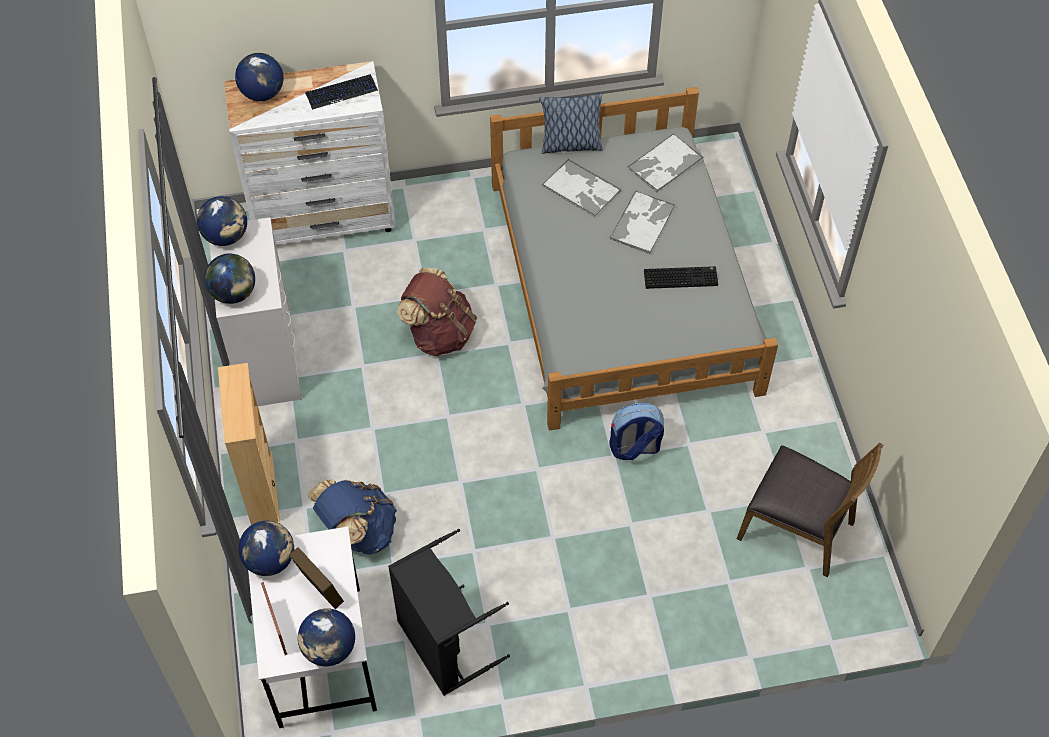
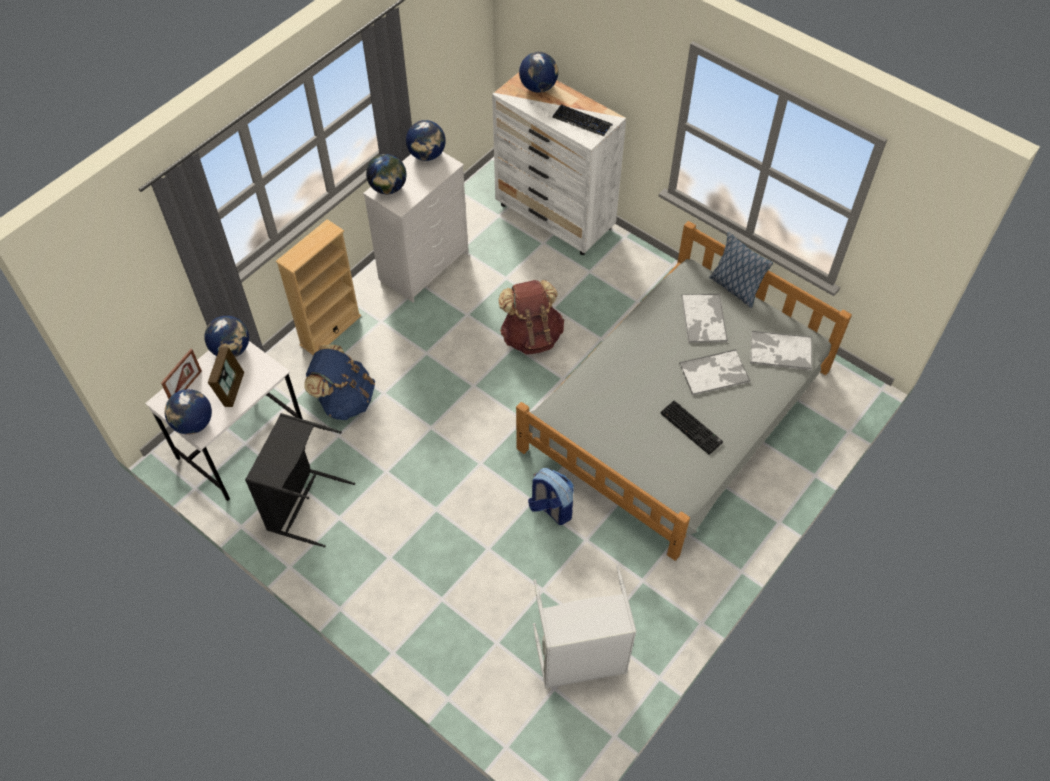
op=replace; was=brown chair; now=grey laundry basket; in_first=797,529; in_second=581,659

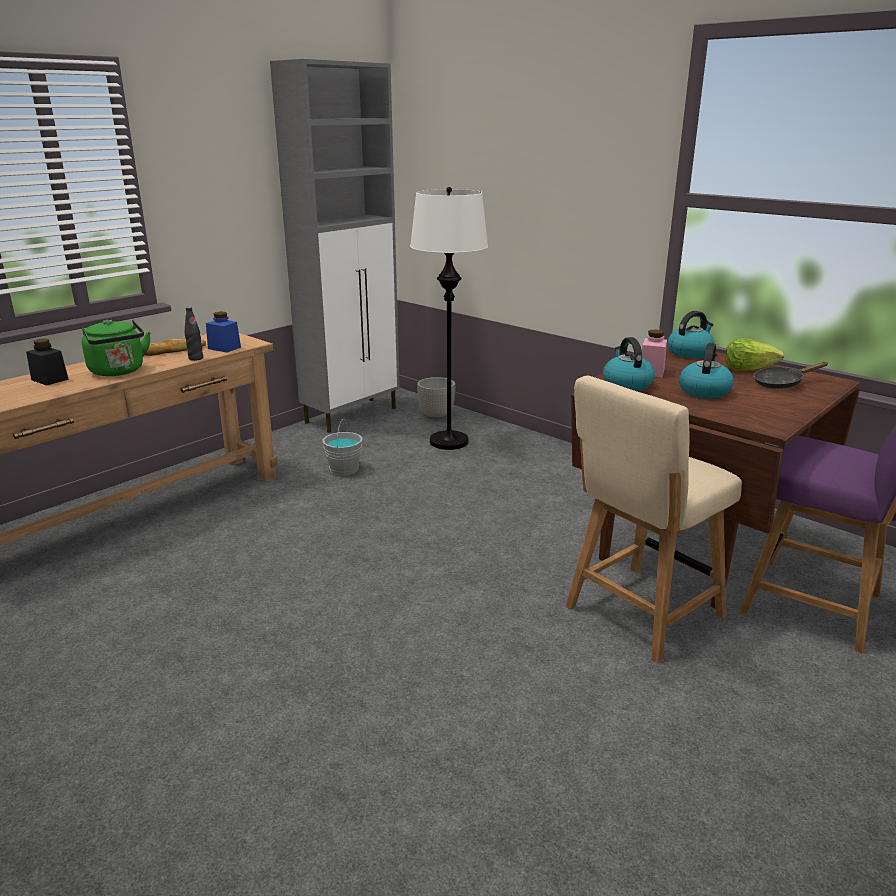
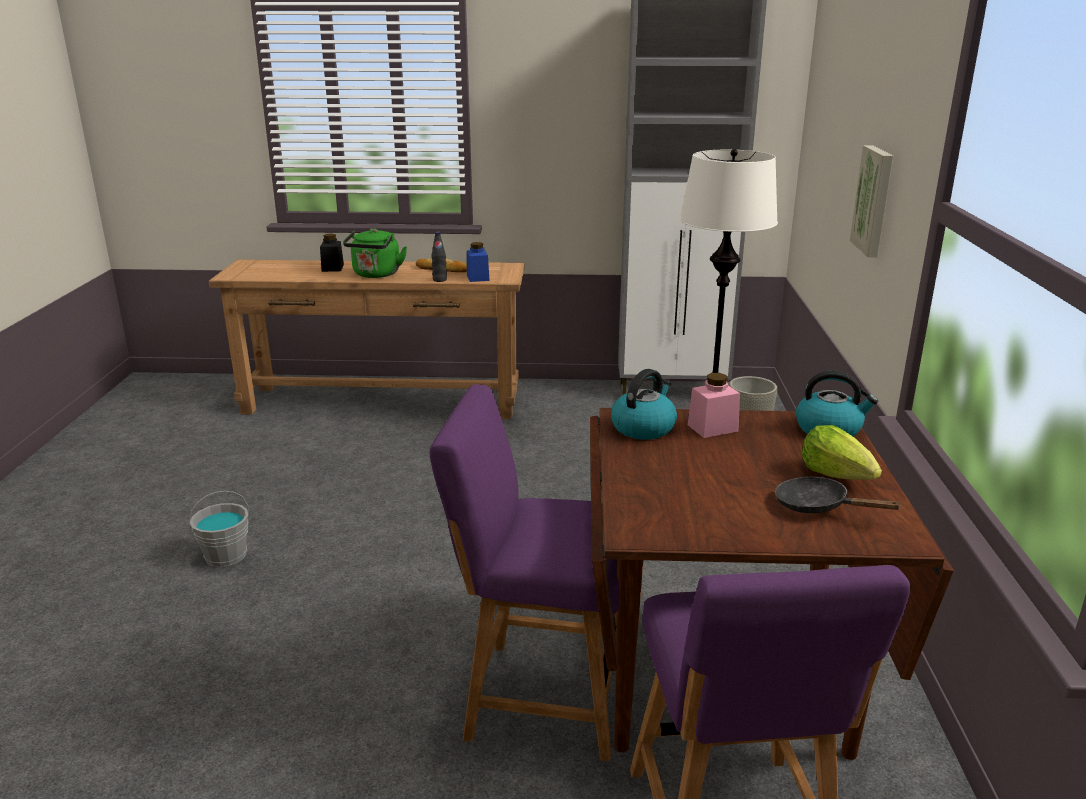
op=move; was=grey bucket; in_first=344,469; in_second=226,555
op=recolor; was=beige chair; now=purple chair; in_first=639,614; in_second=538,696
op=delete; was=kettle; in_first=704,391
op=insert; now=picture; in_second=875,200

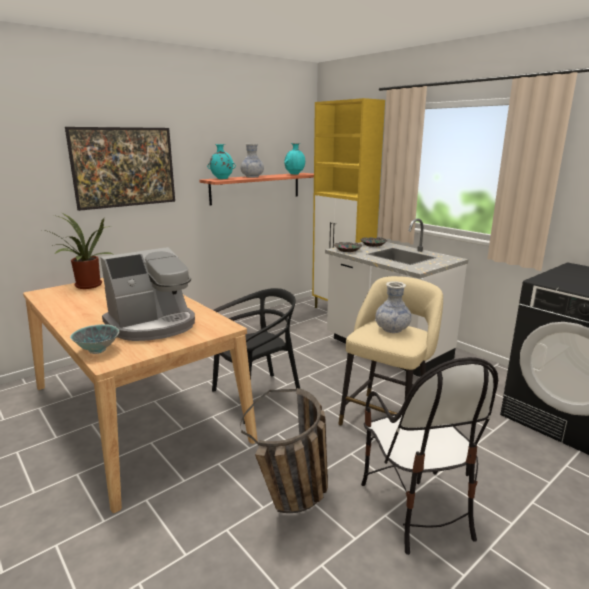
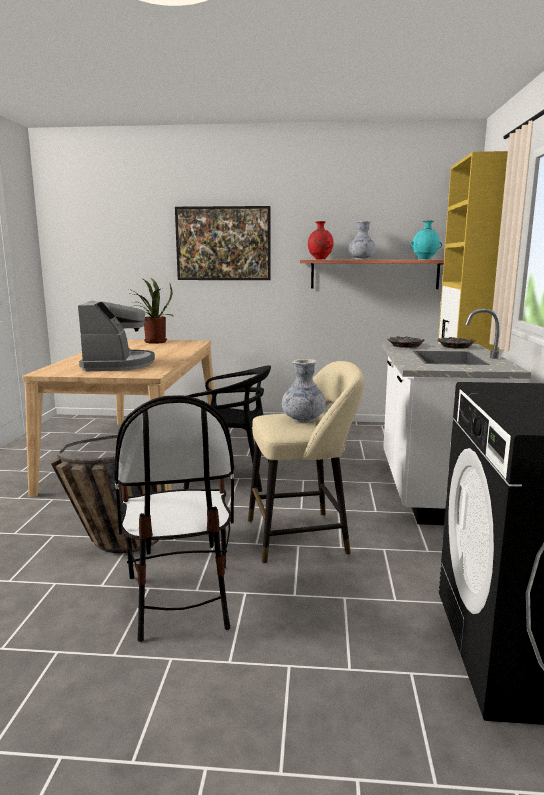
op=delete; was=bowl; in_first=97,350
op=rotate; was=coffee machine; in_first=153,325; in_second=118,364; clockwise=-105
op=recolor; was=turquoise vase; now=red vase; in_first=222,179; in_second=320,259
op=rotate; was=chair; in_first=416,508; in_second=180,599; clockwise=-45

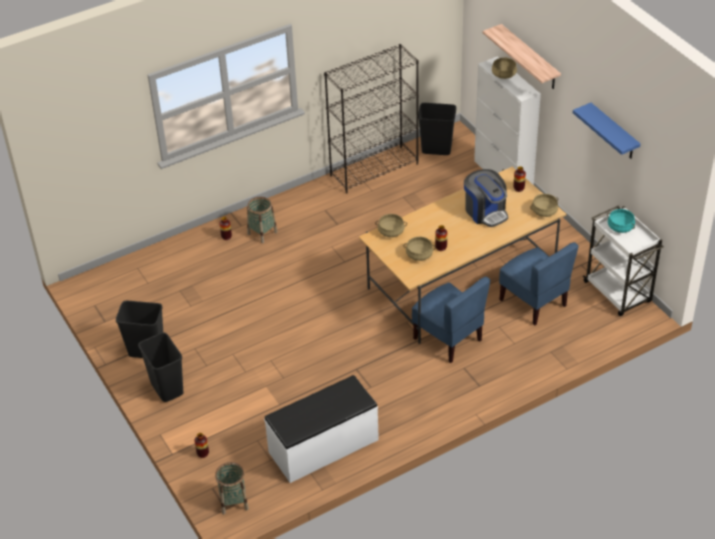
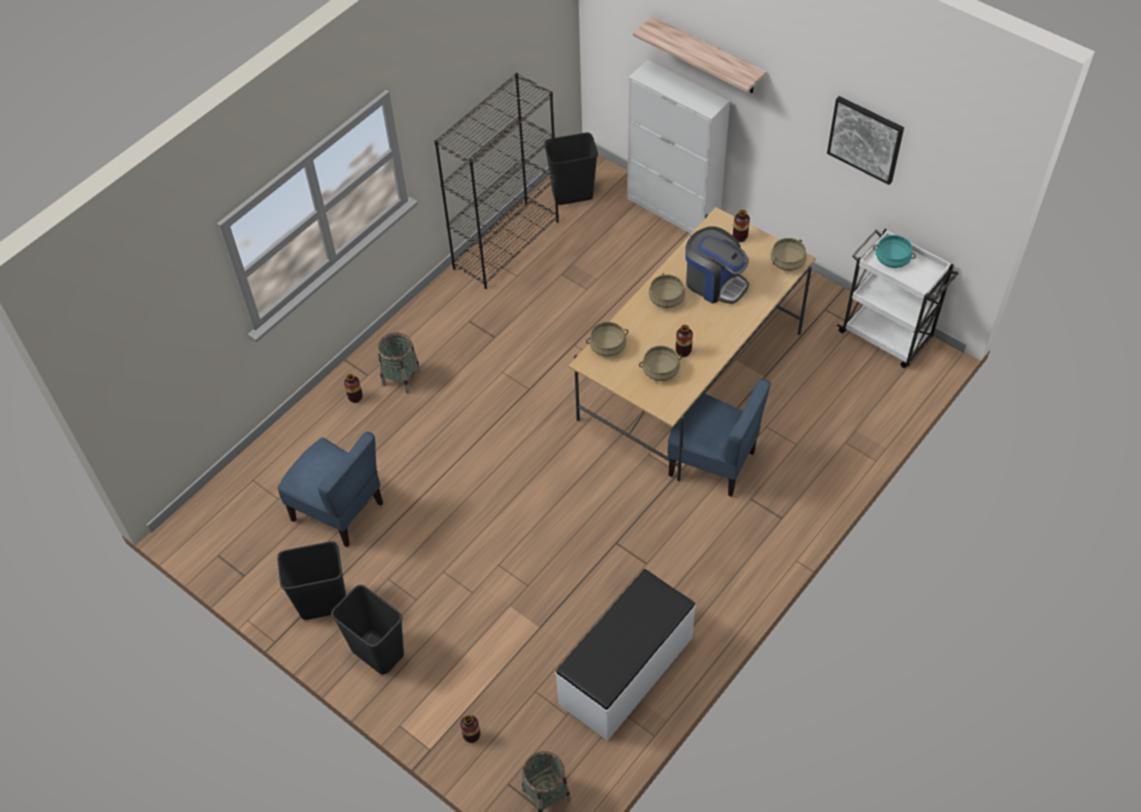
op=move; was=beige cooking pot; in_first=503,74; in_second=666,299
op=move; was=blue chair; in_first=534,302; in_second=339,510
op=replace; was=blue shelf; now=picture; in_first=614,132; in_second=865,139

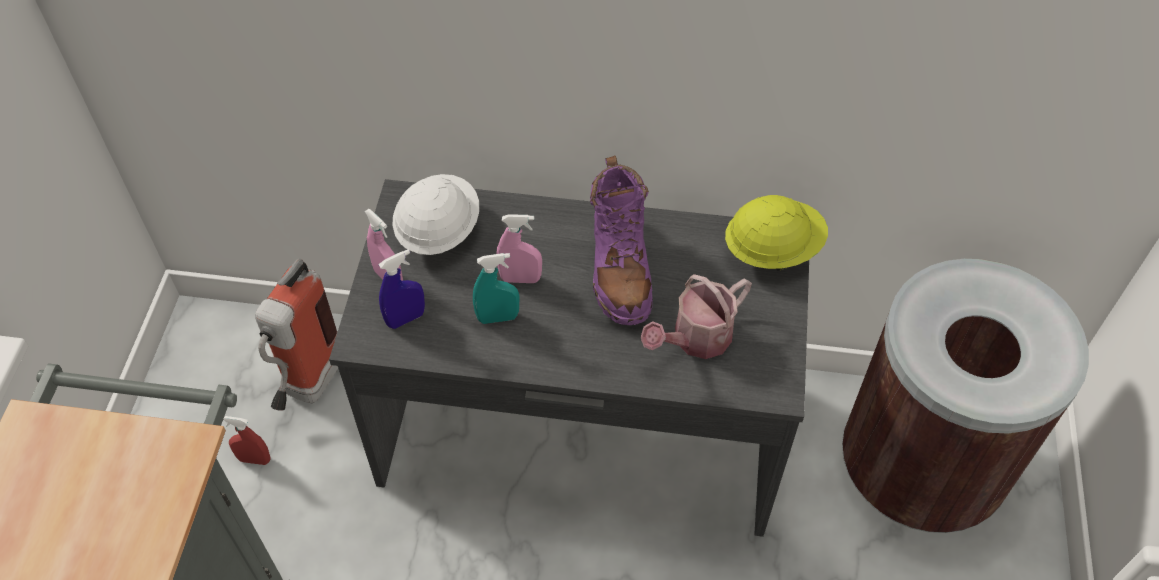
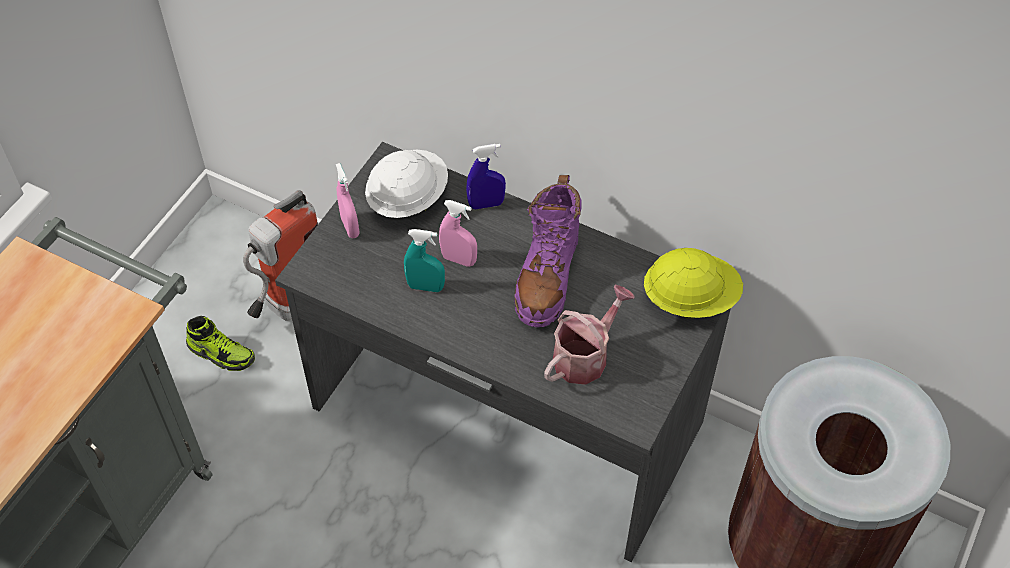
op=replace; was=red spray bottle; now=shoe; in_first=254,459; in_second=222,353
op=move; was=blue spray bottle; in_first=406,318; in_second=486,204
op=rotate; was=watering can; in_first=695,339; in_second=585,356; clockwise=150

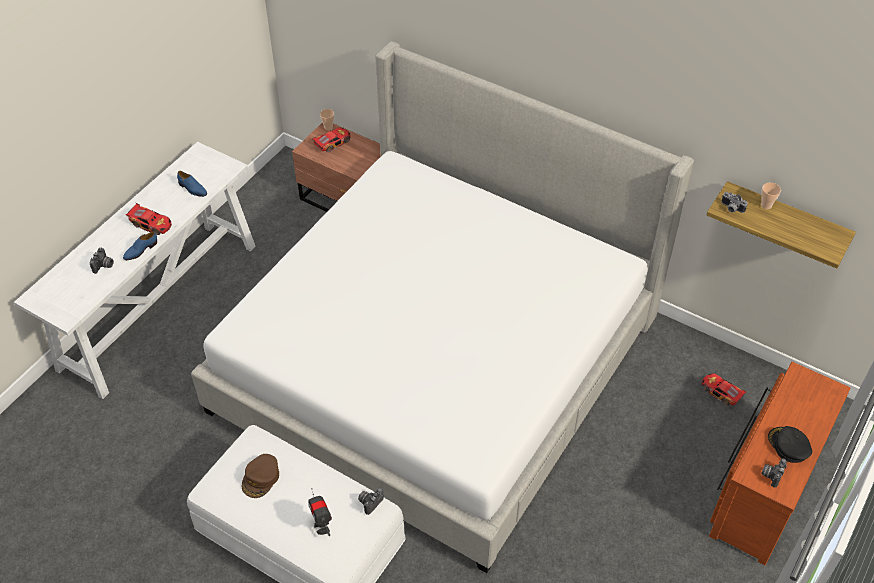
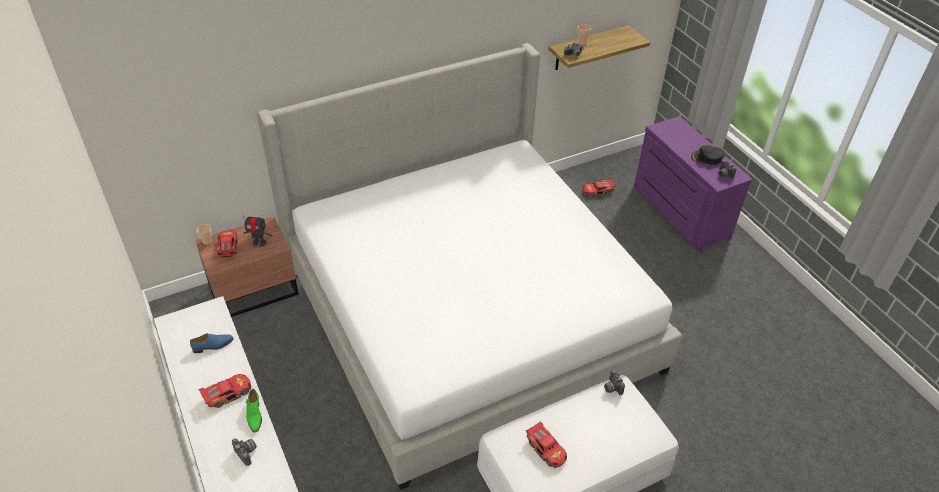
op=recolor; was=blue shoe; now=green shoe; in_first=140,250; in_second=254,415
op=replace; was=brown cap; now=toy car; in_first=261,478; in_second=546,449
op=move; was=toy robot; in_first=322,526; in_second=259,243
op=recolor; was=brown dresser; now=purple dresser; in_first=761,489; in_second=678,212

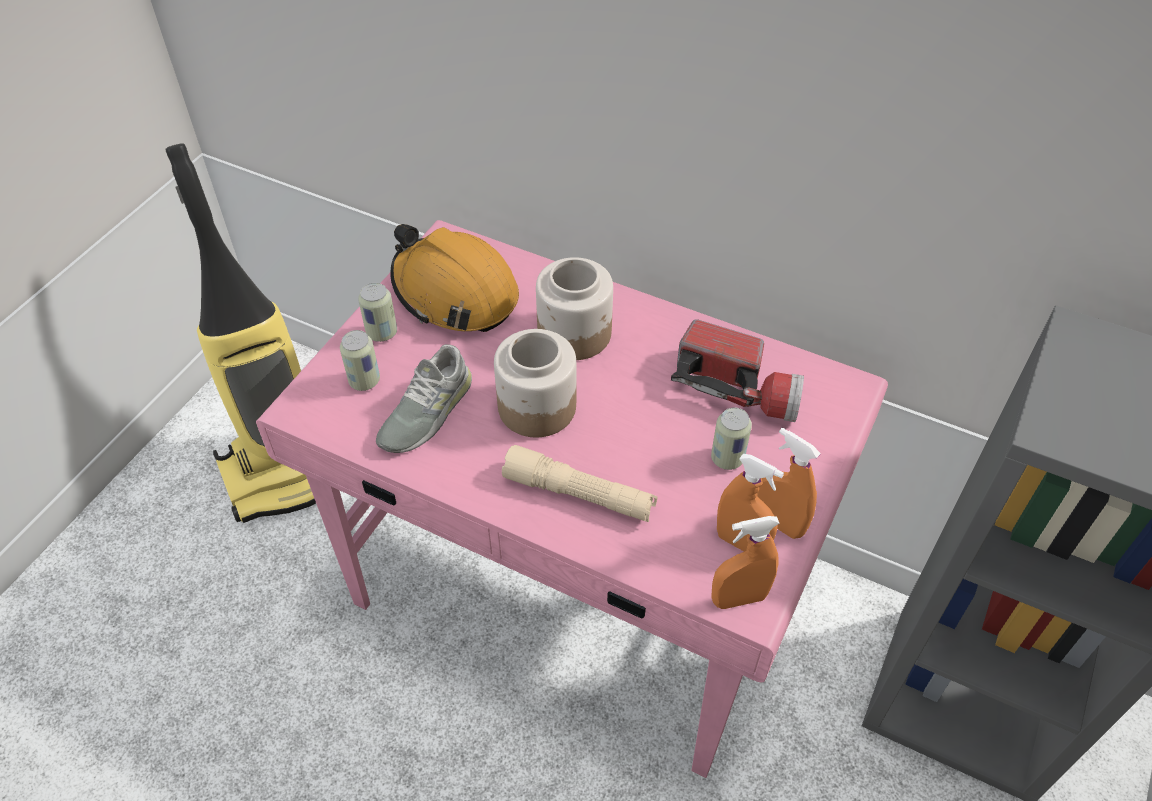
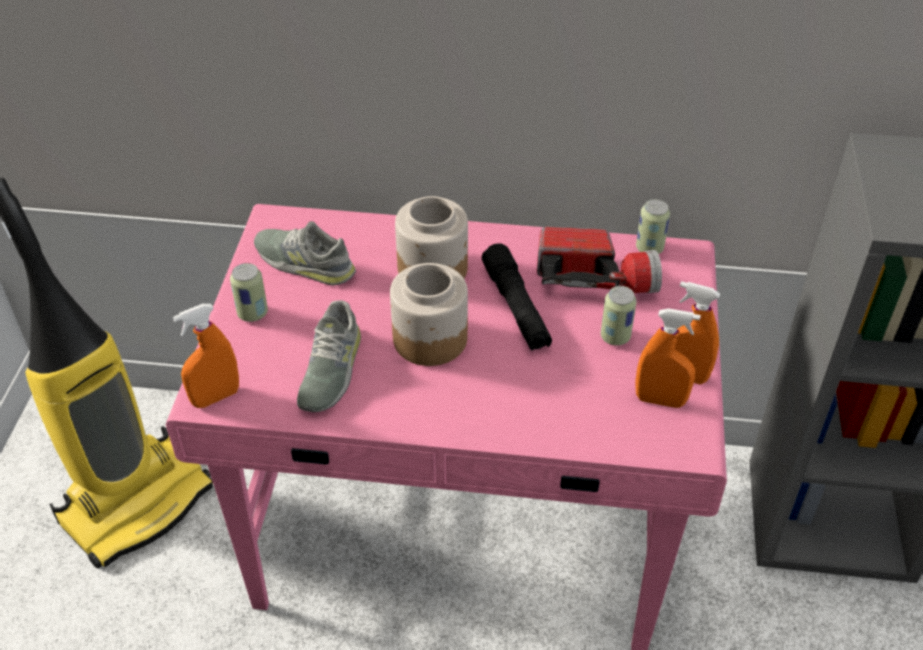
op=move; was=can; in_first=364,381; in_second=649,248
op=replace; was=orange hard hat; now=grey shoe; in_first=454,292; in_second=304,262
op=delete; was=beige flashlight; in_first=579,494
op=move; was=orange spray bottle; in_first=739,598; in_second=216,397
op=insert; now=black flashlight; in_second=516,308

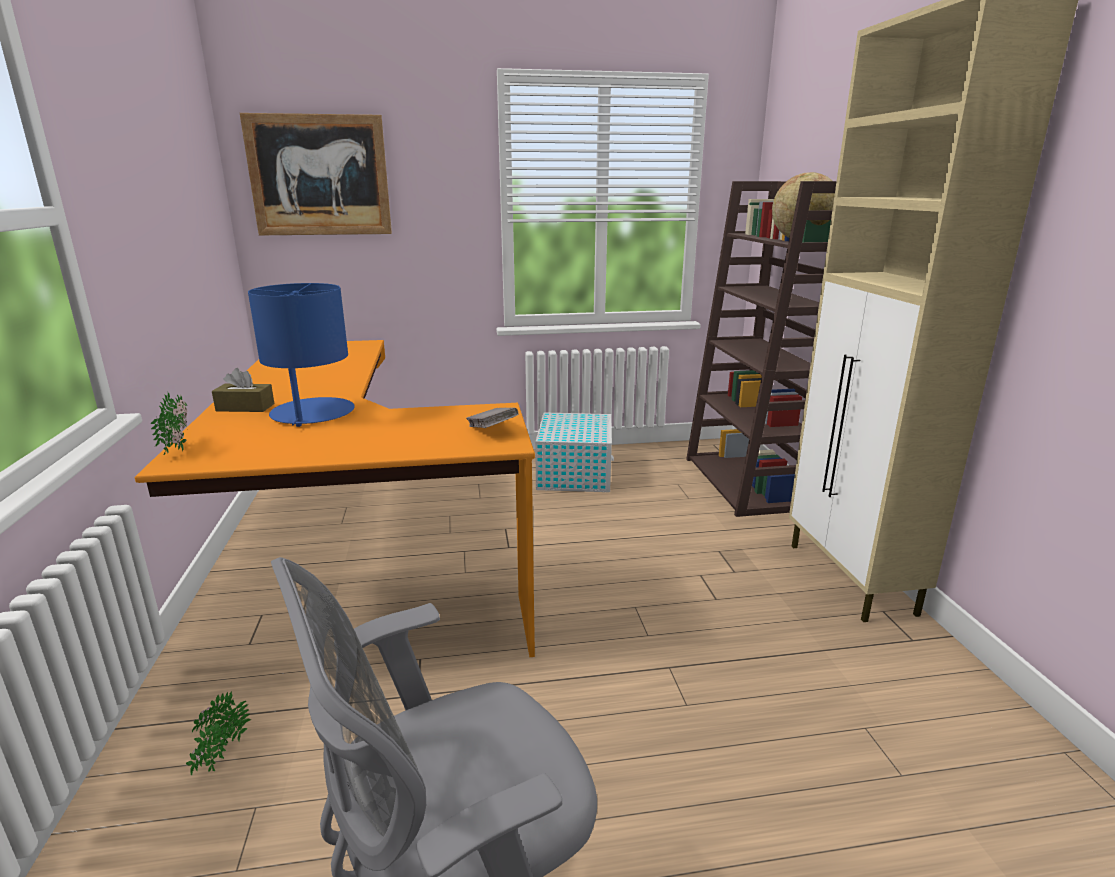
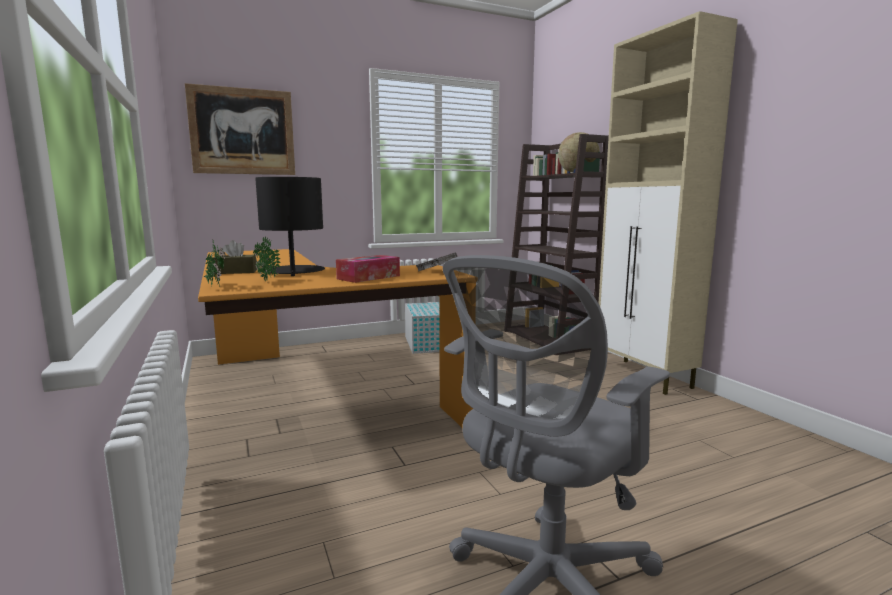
op=move; was=potted plant; in_first=220,757; in_second=266,282
op=recolor; was=blue table lamp; now=black table lamp; in_first=312,413; in_second=294,272
op=insert; now=tissue box; in_second=368,277

